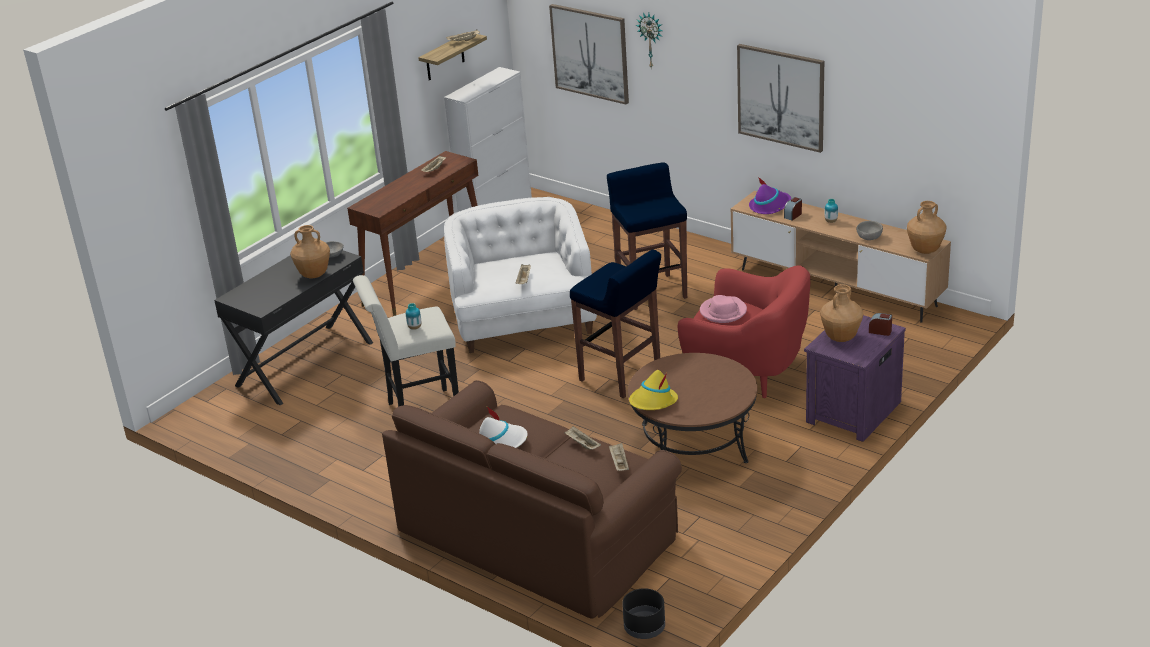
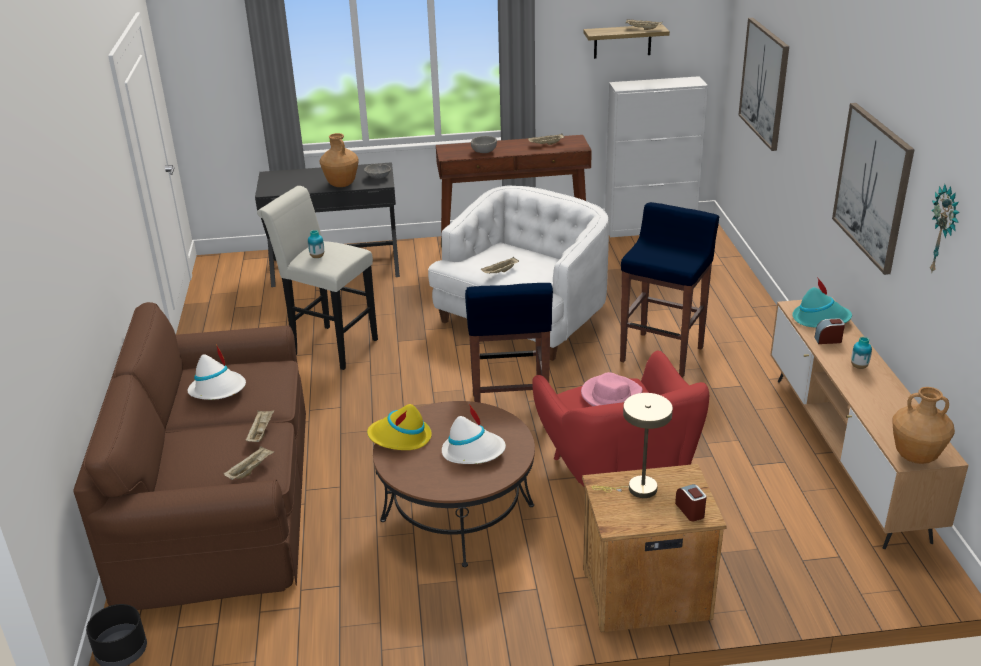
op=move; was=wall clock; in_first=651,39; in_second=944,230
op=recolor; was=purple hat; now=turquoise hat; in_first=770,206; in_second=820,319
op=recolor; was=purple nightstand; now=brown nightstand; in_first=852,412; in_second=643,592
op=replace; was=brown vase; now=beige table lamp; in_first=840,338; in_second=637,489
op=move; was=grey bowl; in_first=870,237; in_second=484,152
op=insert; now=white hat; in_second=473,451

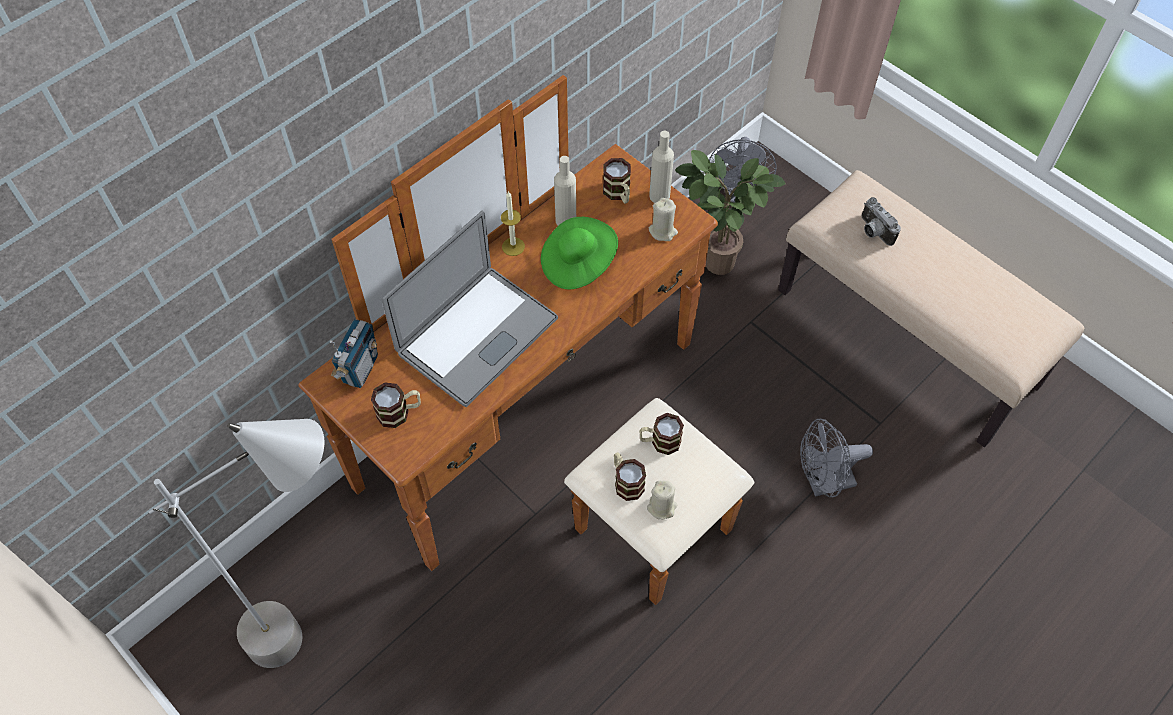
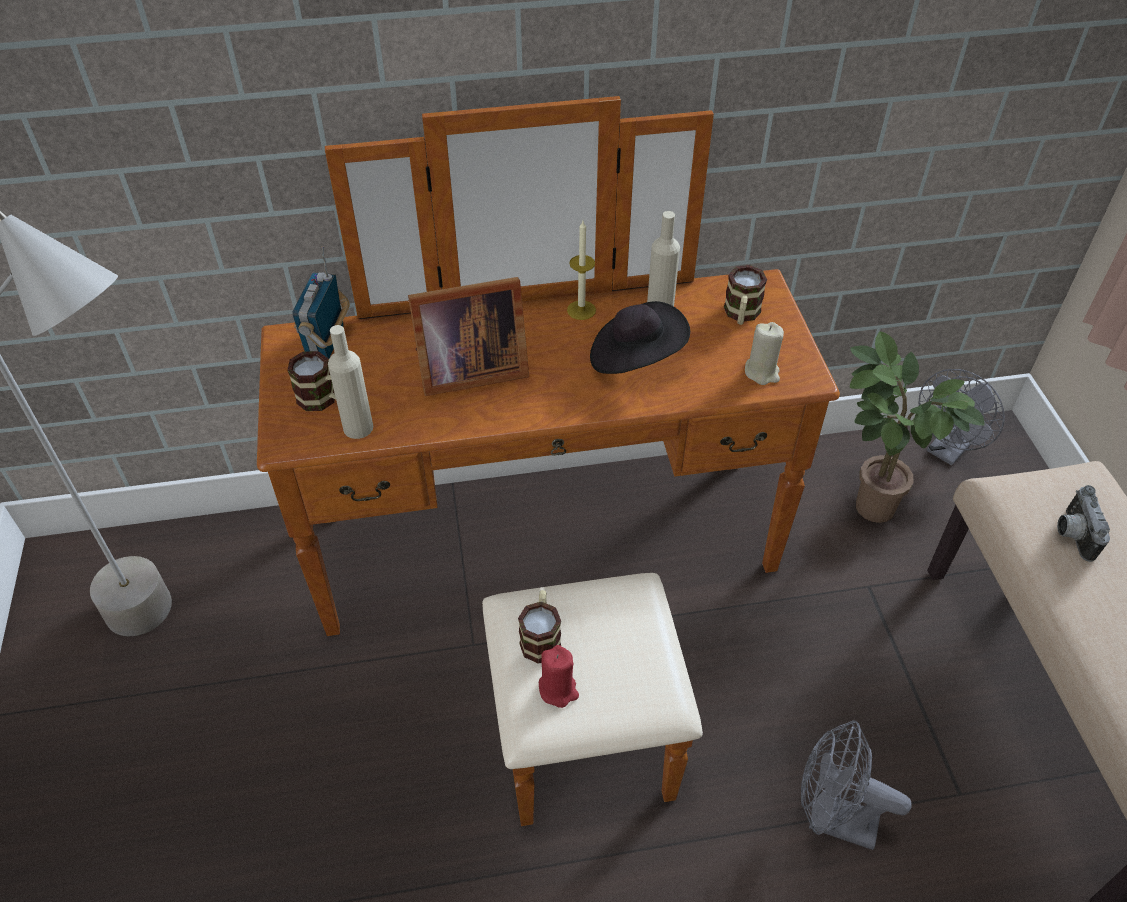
op=rotate; was=radio; in_first=360,369; in_second=327,342; clockwise=135
op=replace; was=laptop; now=picture frame; in_first=477,335; in_second=467,370
op=recolor; was=green hat; now=black hat; in_first=577,264; in_second=635,357
op=delete; was=mug; in_first=660,442
op=recolor; was=beige candle; now=red candle; in_first=662,507; in_second=558,689
op=move; was=beige bottle; in_first=659,196; in_second=358,427

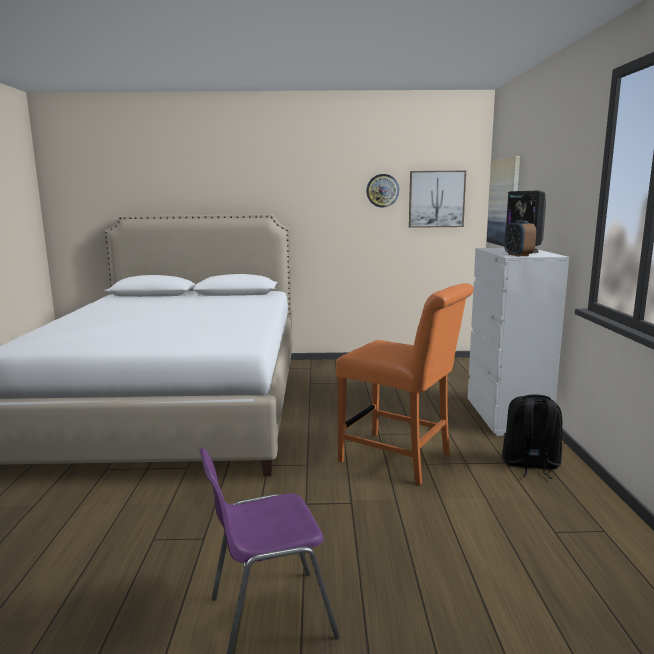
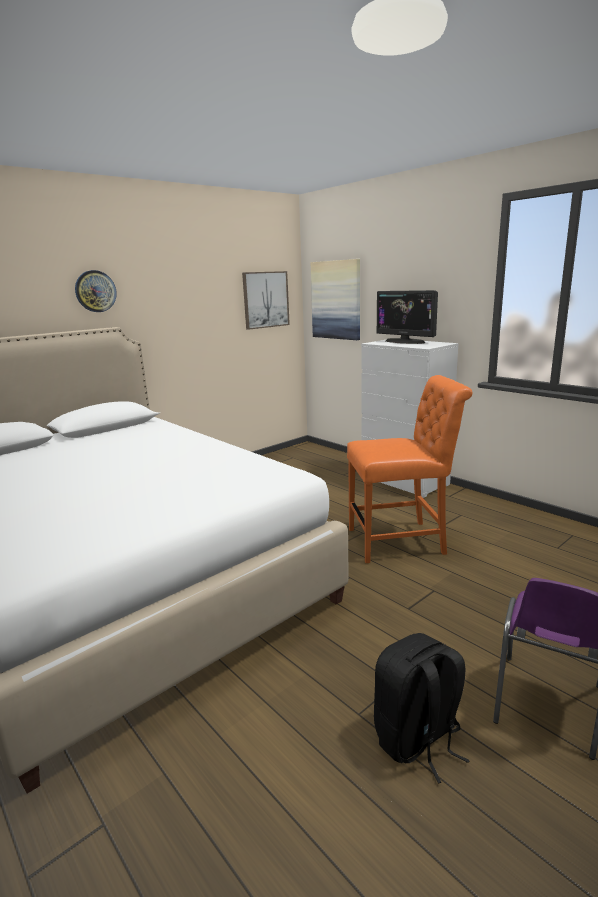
op=move; was=wall clock; in_first=382,190; in_second=95,291
op=move; was=black backpack; in_first=530,465; in_second=417,740
op=delete; was=alarm clock; in_first=518,255

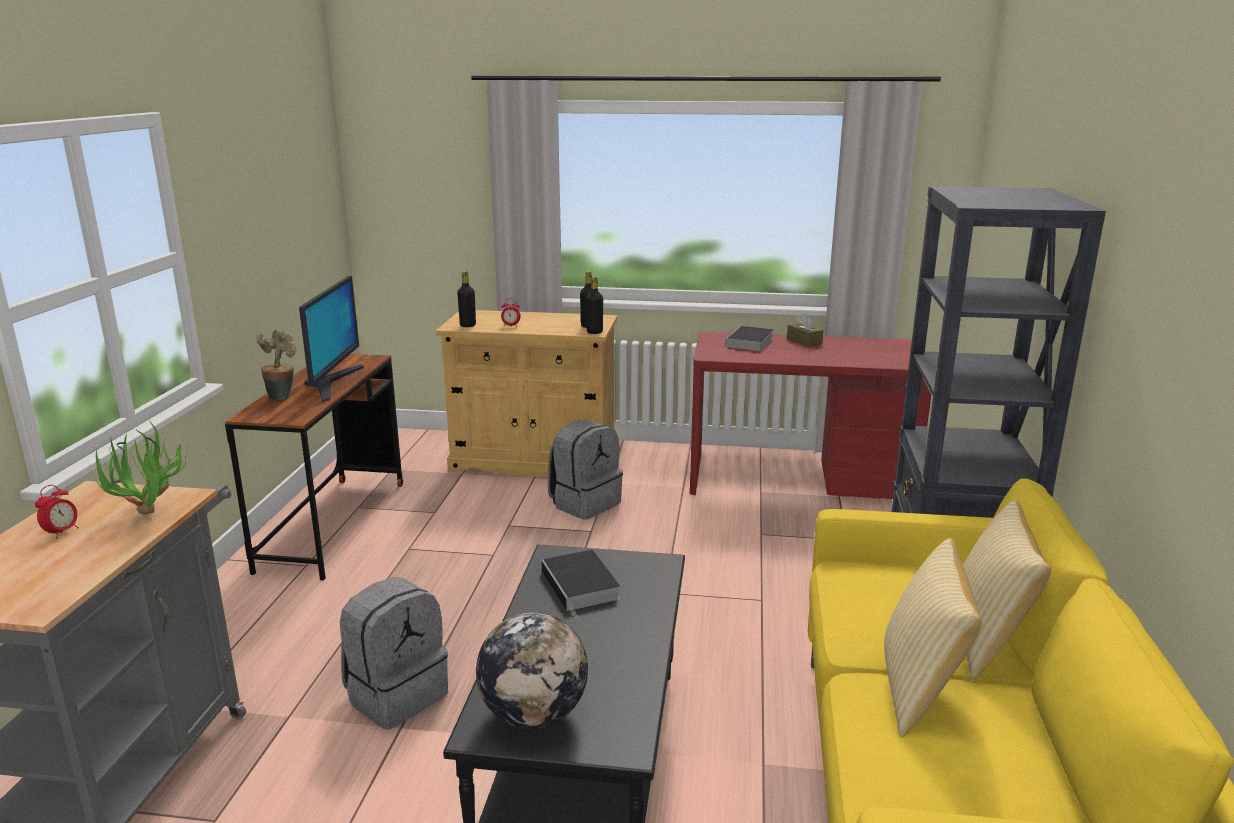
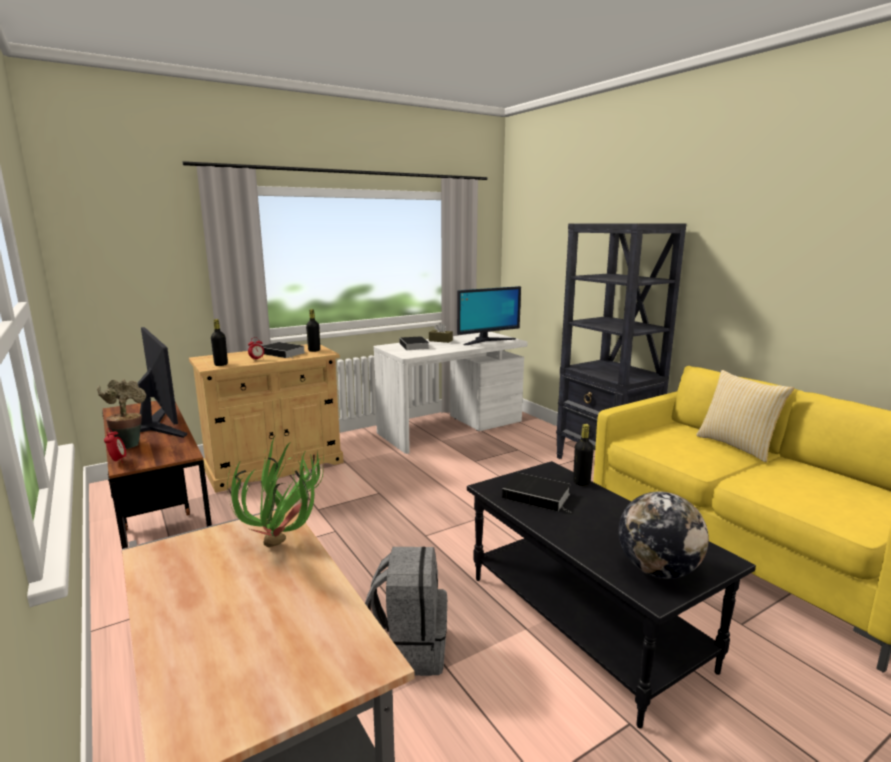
op=move; was=alarm clock; in_first=62,532; in_second=118,461
op=delete; was=grey backpack; in_first=585,503
op=move; was=black bottle; in_first=594,332; in_second=581,482
op=recolor; was=red desk; now=white desk; in_first=799,479; in_second=451,428
op=delete; was=pillow; in_first=920,691
op=insert; now=book; in_second=283,353
op=insert; now=monitor; in_second=486,341

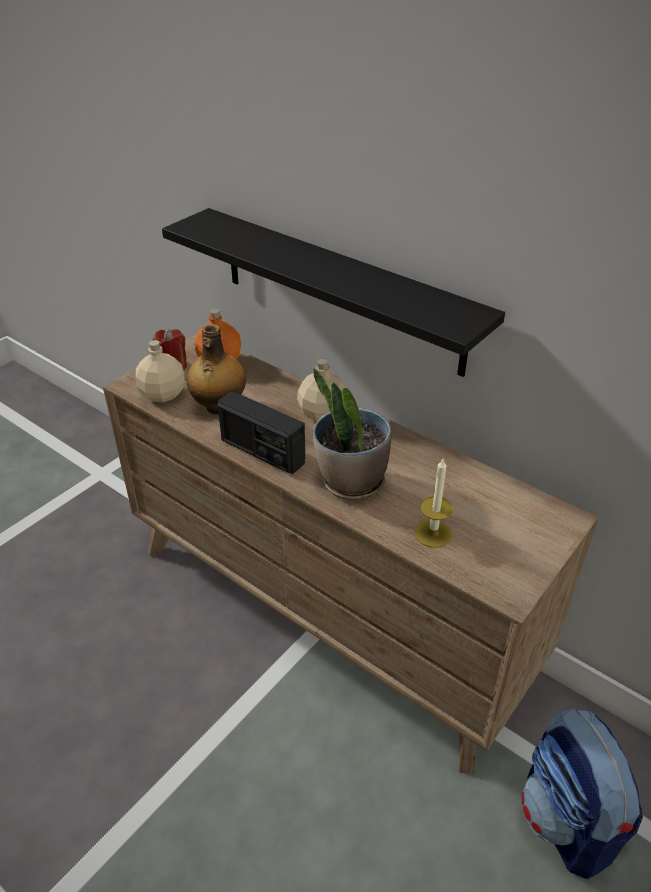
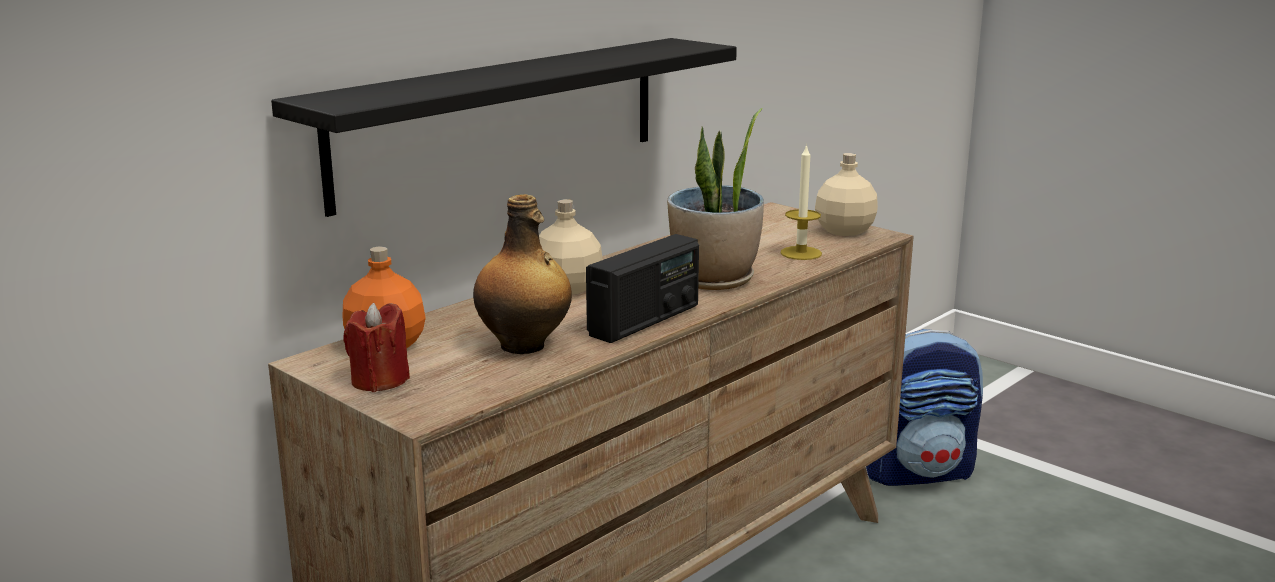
op=move; was=beige bottle; in_first=163,394; in_second=843,230

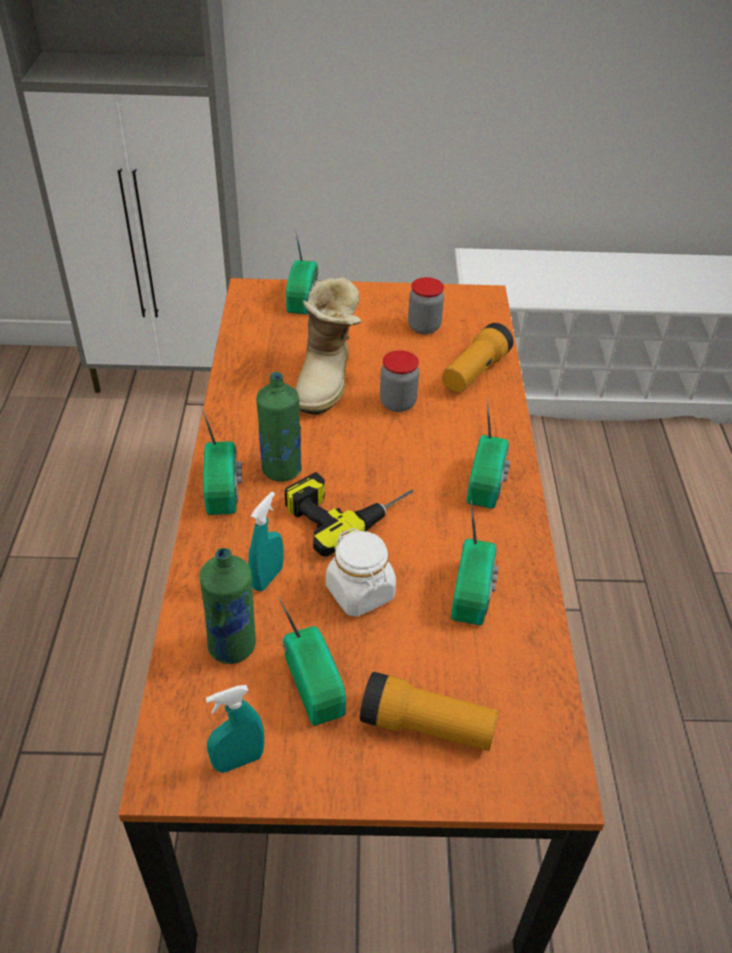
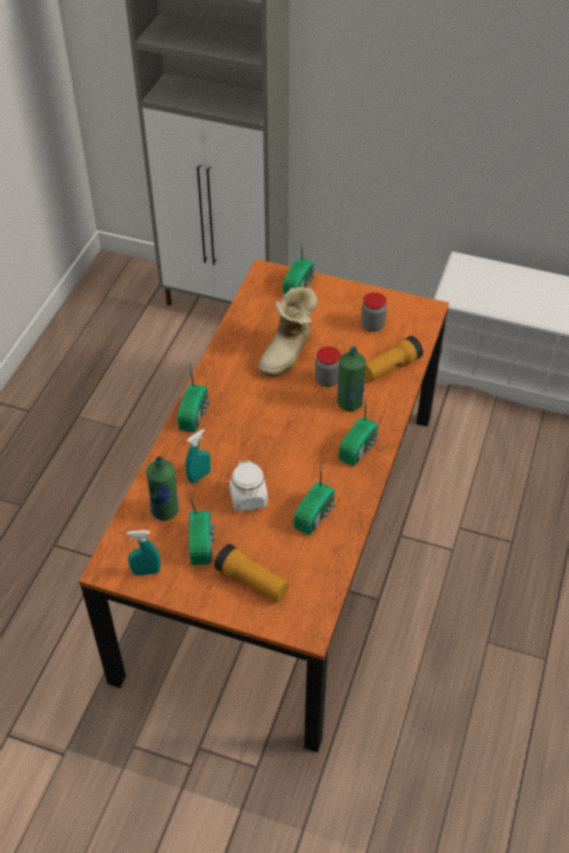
op=move; was=green bottle; in_first=281,469; in_second=349,402
op=delete; was=power drill; in_first=346,508

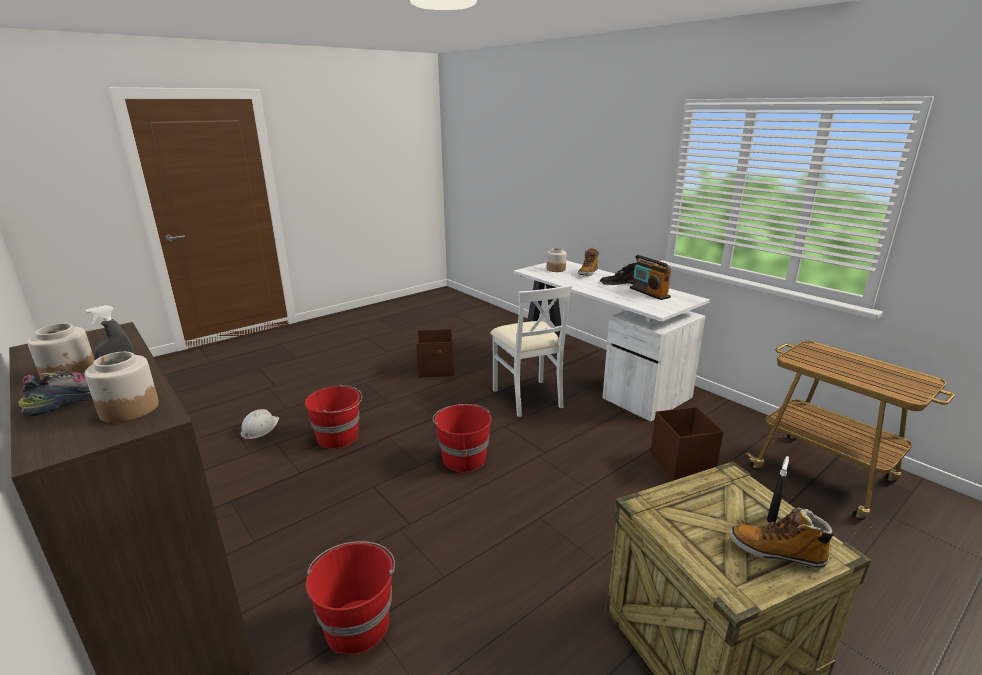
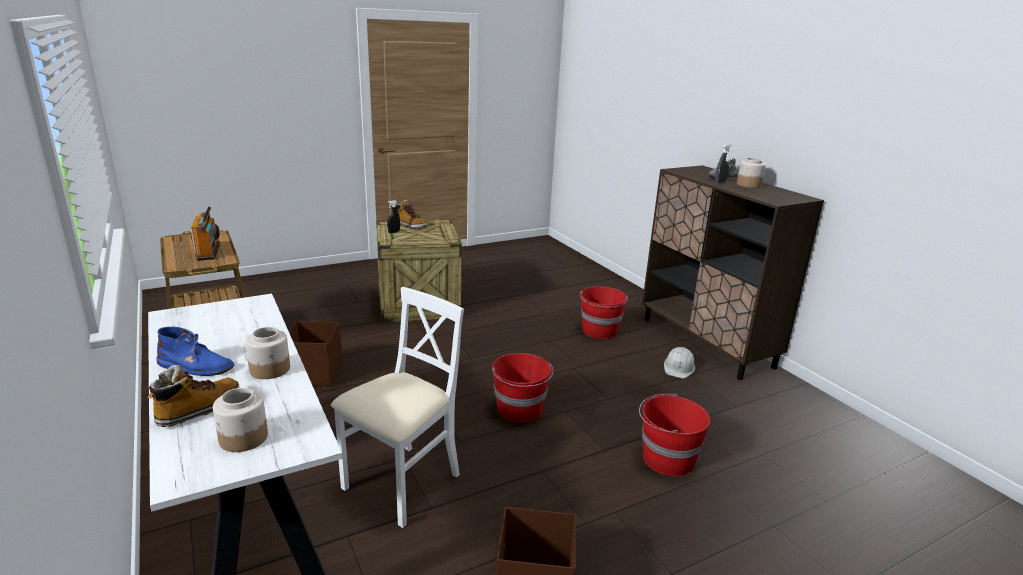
op=move; was=jar; in_first=129,409; in_second=270,369
op=move; was=white hard hat; in_first=259,428; in_second=679,367
op=rotate; was=white chair; in_first=528,397; in_second=402,484; clockwise=45
op=recolor; was=black boot; now=blue boot; in_first=620,282; in_second=196,366
op=move; was=radio; in_first=649,293; in_second=209,251

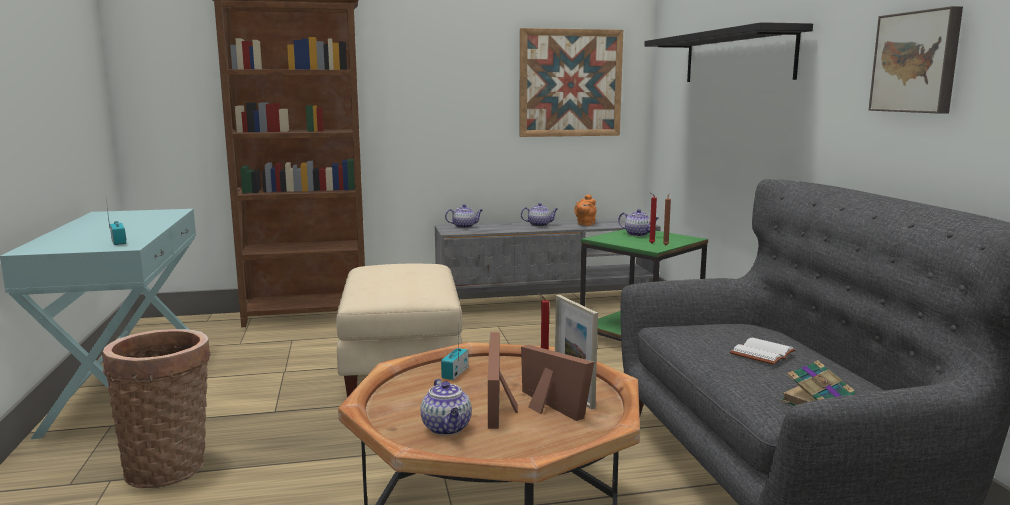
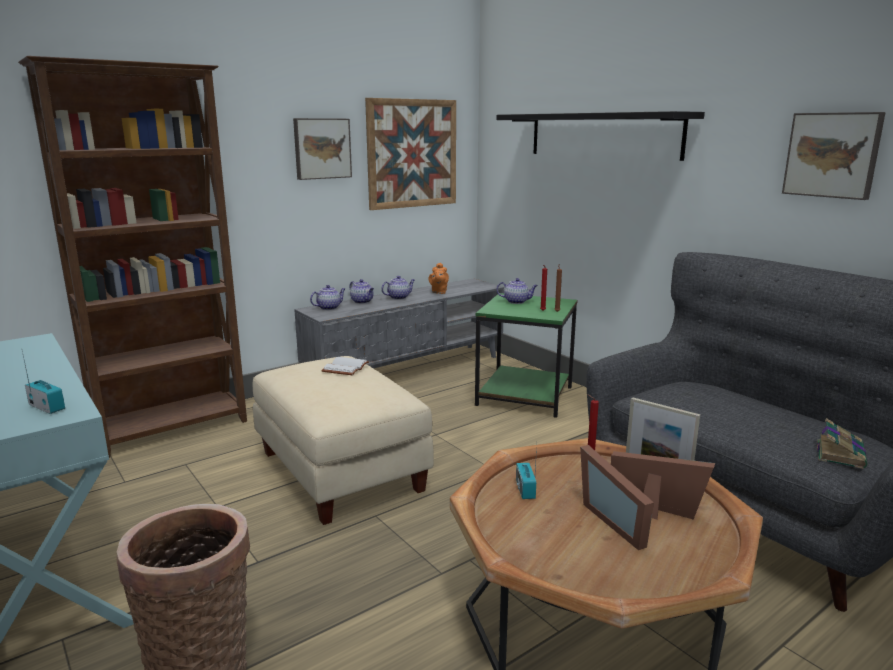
op=move; was=teapot; in_first=447,428; in_second=362,301
op=move; was=white book; in_first=761,353; in_second=344,367
op=insert; now=picture; in_second=322,148

